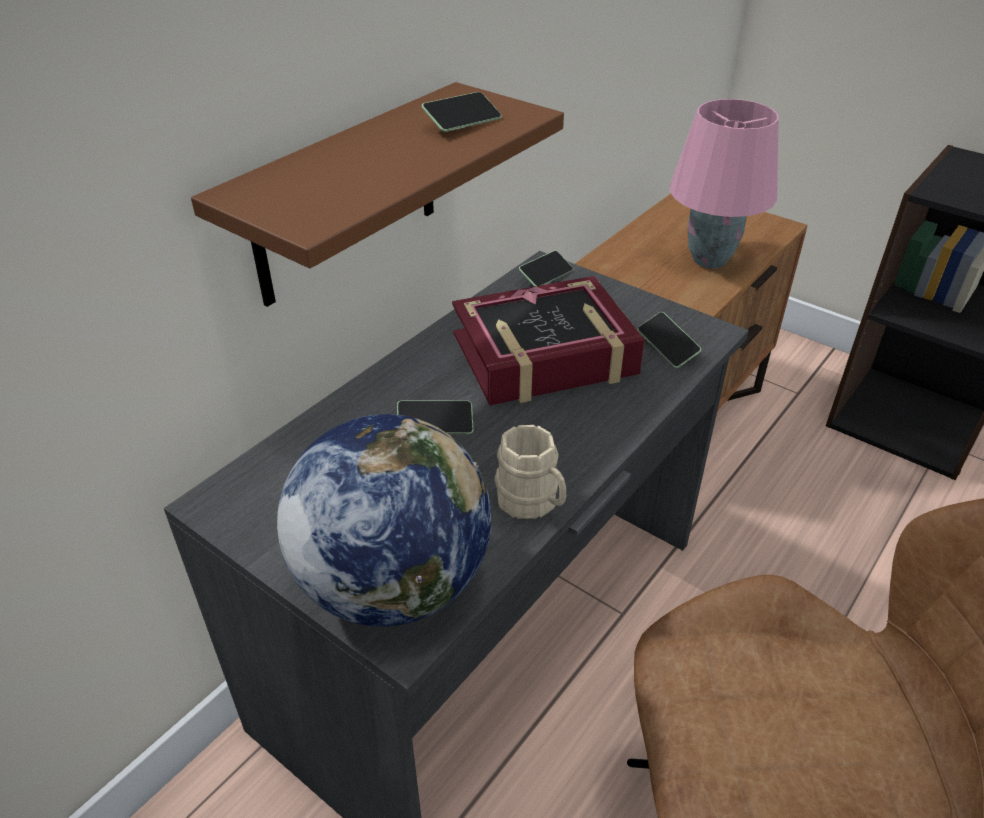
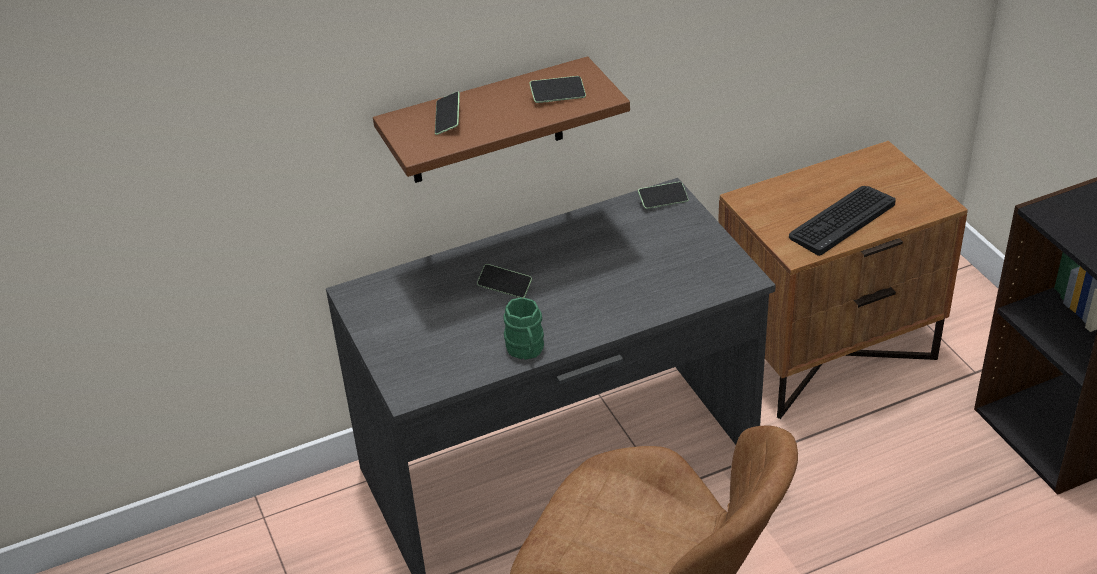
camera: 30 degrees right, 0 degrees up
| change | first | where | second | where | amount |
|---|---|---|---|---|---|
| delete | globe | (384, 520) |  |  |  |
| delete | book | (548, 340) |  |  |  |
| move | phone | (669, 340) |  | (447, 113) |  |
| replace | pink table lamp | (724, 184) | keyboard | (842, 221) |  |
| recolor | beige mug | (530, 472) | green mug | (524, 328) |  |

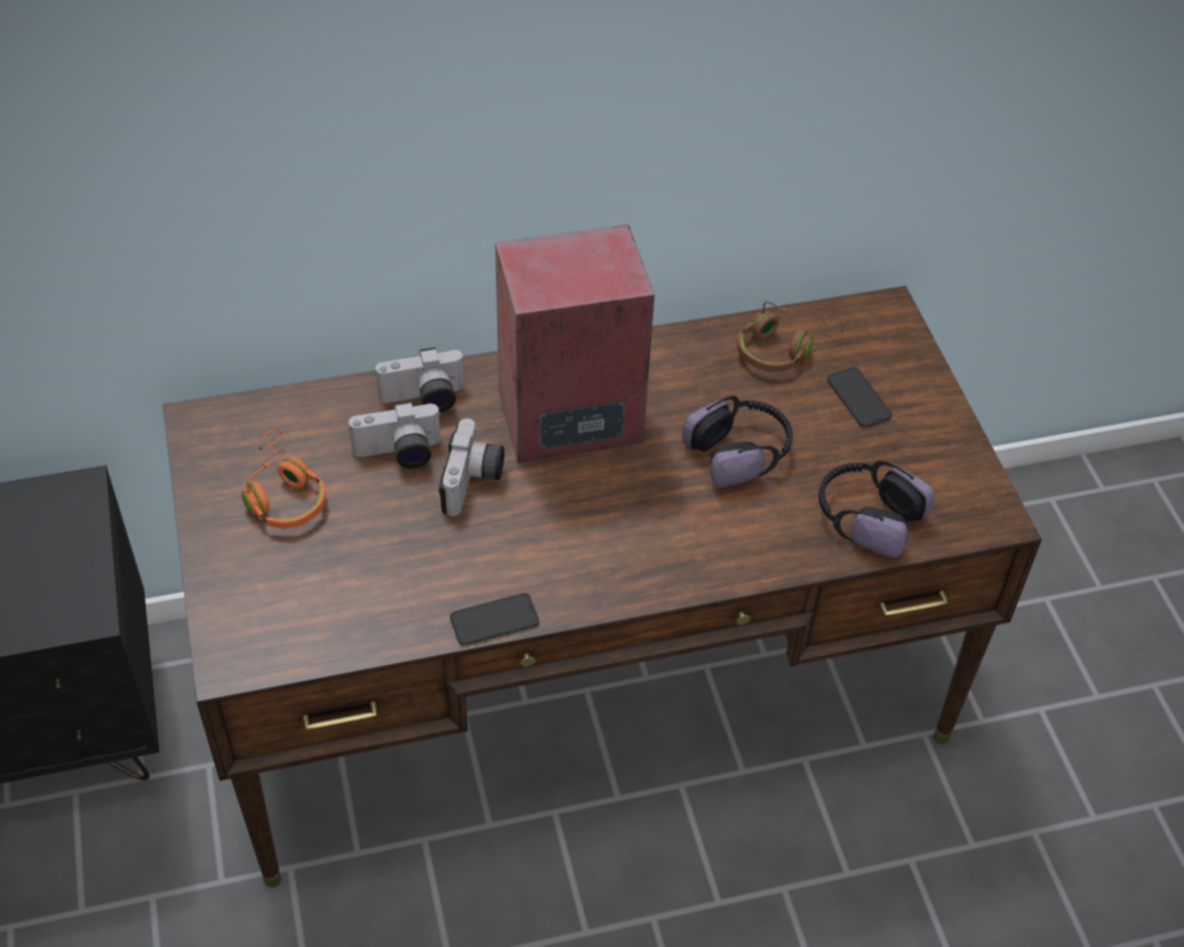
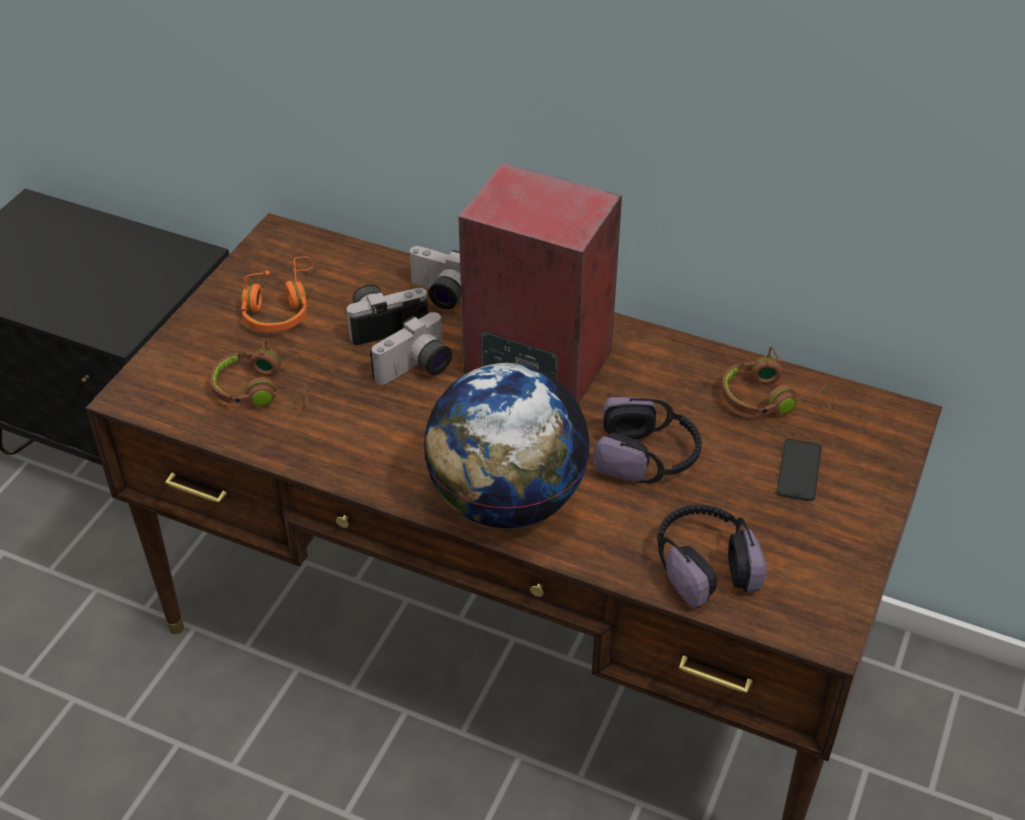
camera: 40 degrees right, 5 degrees down
| change | first | where | second | where | amount |
|---|---|---|---|---|---|
| delete | phone | (494, 619) |  |  |  |
| insert |  |  | brown headphones | (259, 373) |  |
| insert |  |  | globe | (506, 445) |  |
| rotate | photo camera | (394, 434) |  | (386, 314) | 135 degrees clockwise |

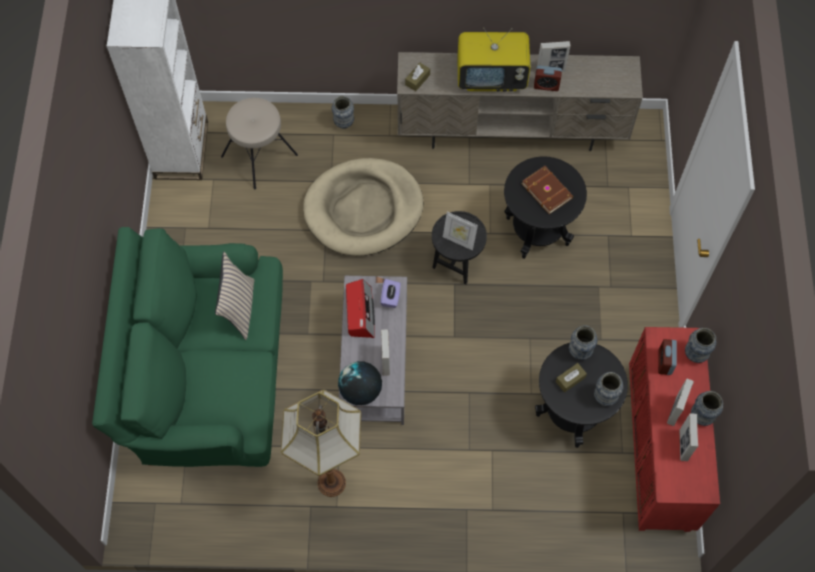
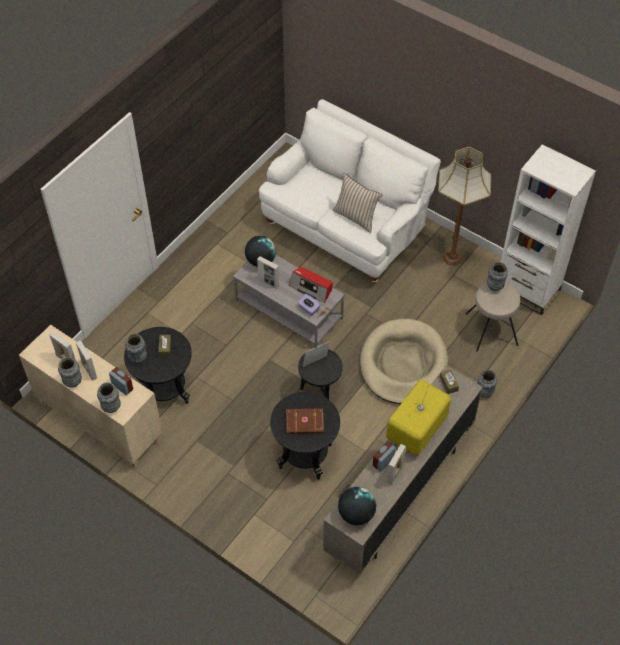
camera: 125 degrees right, 10 degrees down
| change | first | where | second | where | amount |
|---|---|---|---|---|---|
| insert |  |  | globe | (357, 506) |  |
| move | floor lamp | (321, 443) |  | (464, 206) |  |
| move | vase | (583, 343) |  | (497, 276) |  |
| recolor | green sofa | (187, 347) | white sofa | (350, 190) |  |
| recolor | red cabinet | (674, 429) | beige cabinet | (90, 396) |  |

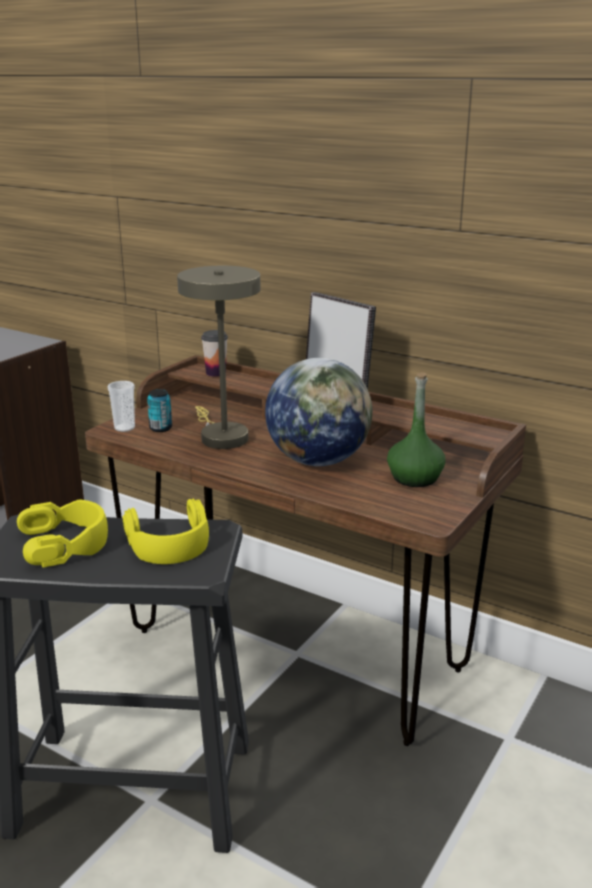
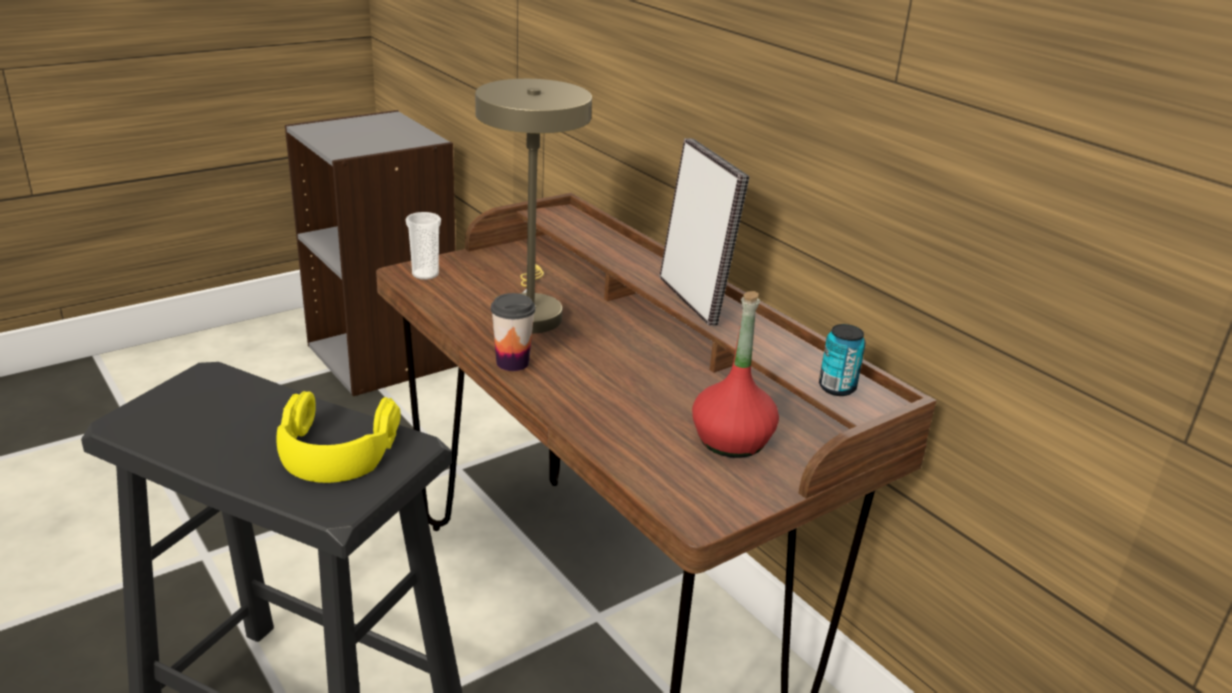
camera: 20 degrees right, 5 degrees up
| change | first | where | second | where | amount |
|---|---|---|---|---|---|
| delete | yellow headphones | (62, 533) |  |  |  |
| delete | globe | (318, 412) |  |  |  |
| move | can | (159, 410) |  | (842, 360) |  |
| move | cup | (214, 353) |  | (513, 332) |  |
| recolor | green bottle | (416, 429) | red bottle | (735, 374) |  |

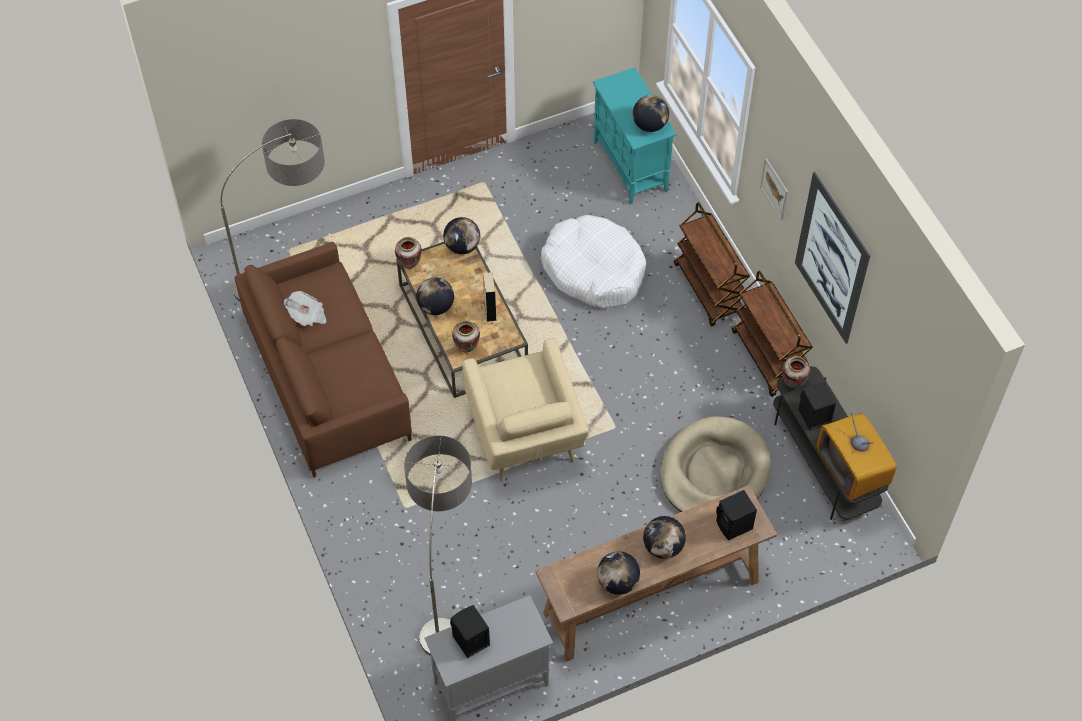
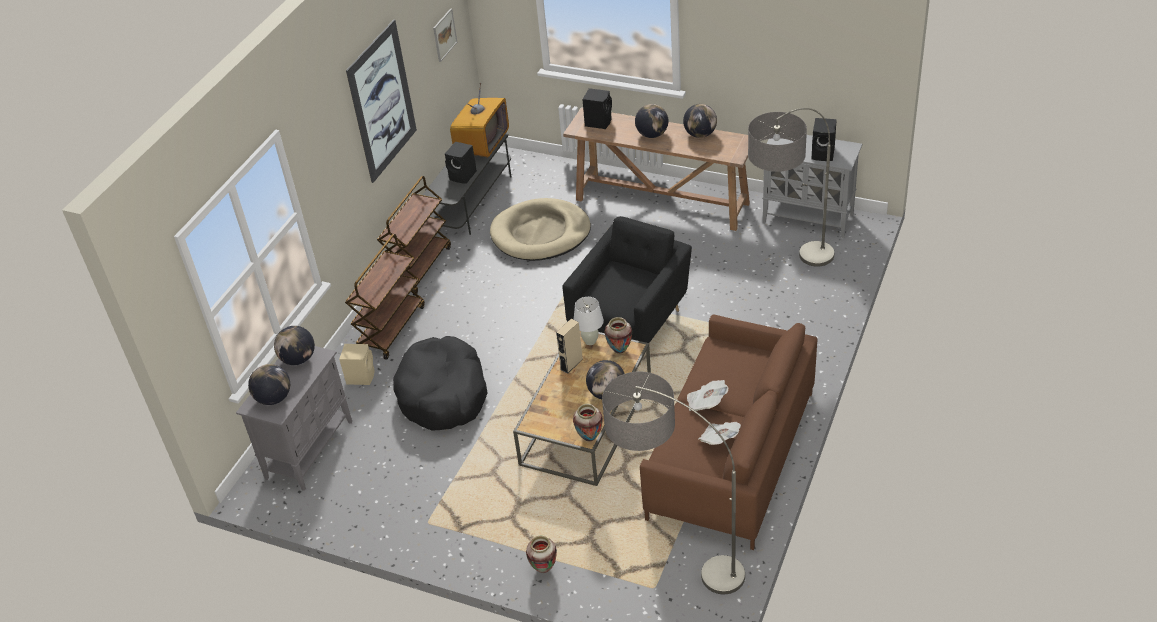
camera: 130 degrees left, 15 degrees down
| change | first | where | second | where | amount |
|---|---|---|---|---|---|
| insert |  |  | beige speaker | (356, 364) |  |
| insert |  |  | white table lamp | (589, 321) |  |
| insert |  |  | newspaper | (707, 395) |  |
| move | globe | (461, 235) |  | (269, 384) |  |
| move | picture | (774, 189) |  | (445, 35) |  |
| move | vase | (796, 372) |  | (541, 554) |  |
| recolor | beige armchair | (525, 409) | black armchair | (627, 290) |  |
| recolor | white dog bed | (593, 261) | black dog bed | (440, 383) |  |
| recolor | turquoise cabinet | (635, 135) | grey cabinet | (294, 418) |  |

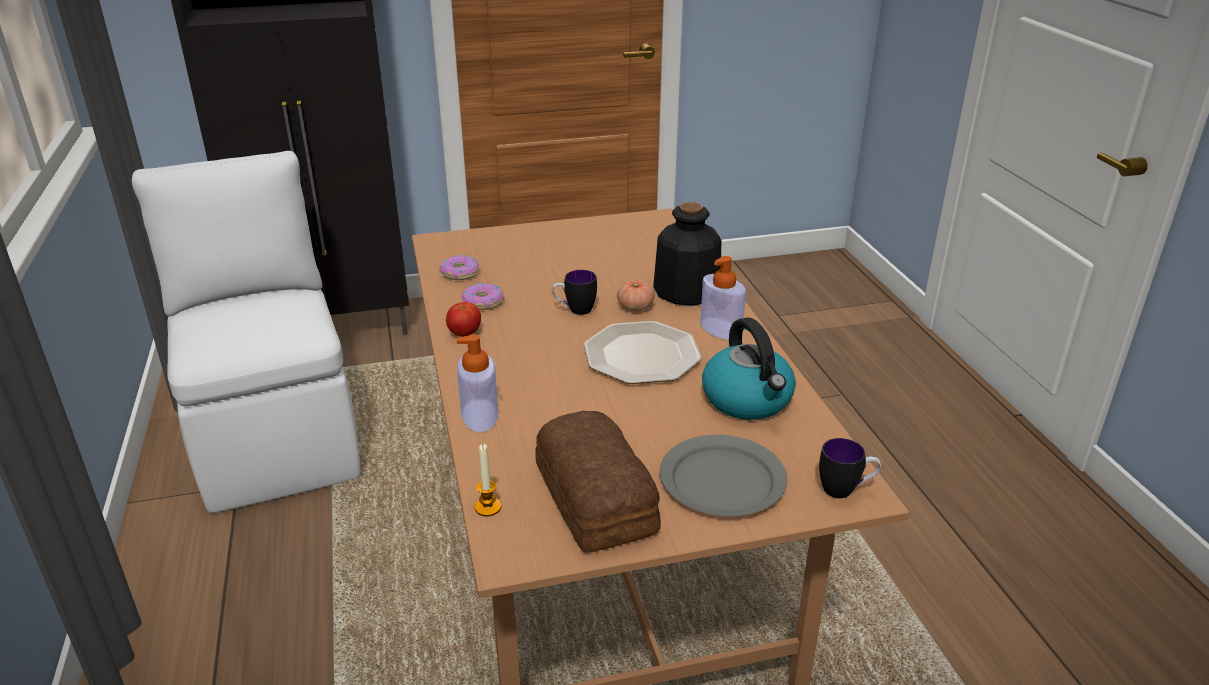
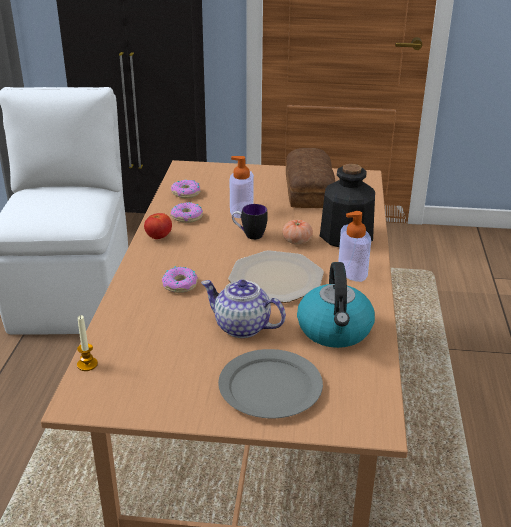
camera: 20 degrees right, 0 degrees up
| change | first | where | second | where | amount |
|---|---|---|---|---|---|
| delete | mug | (850, 468) |  |  |  |
| insert |  |  | donut | (180, 279) |  |
| insert |  |  | teapot | (243, 308) |  |
| move | soap dispenser | (477, 383) |  | (242, 187) |  |
| move | bread | (598, 482) |  | (310, 178) |  |

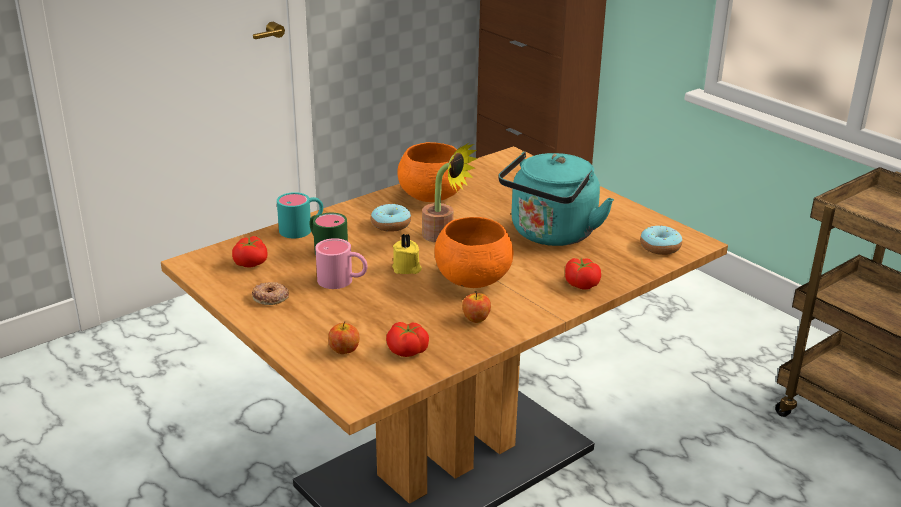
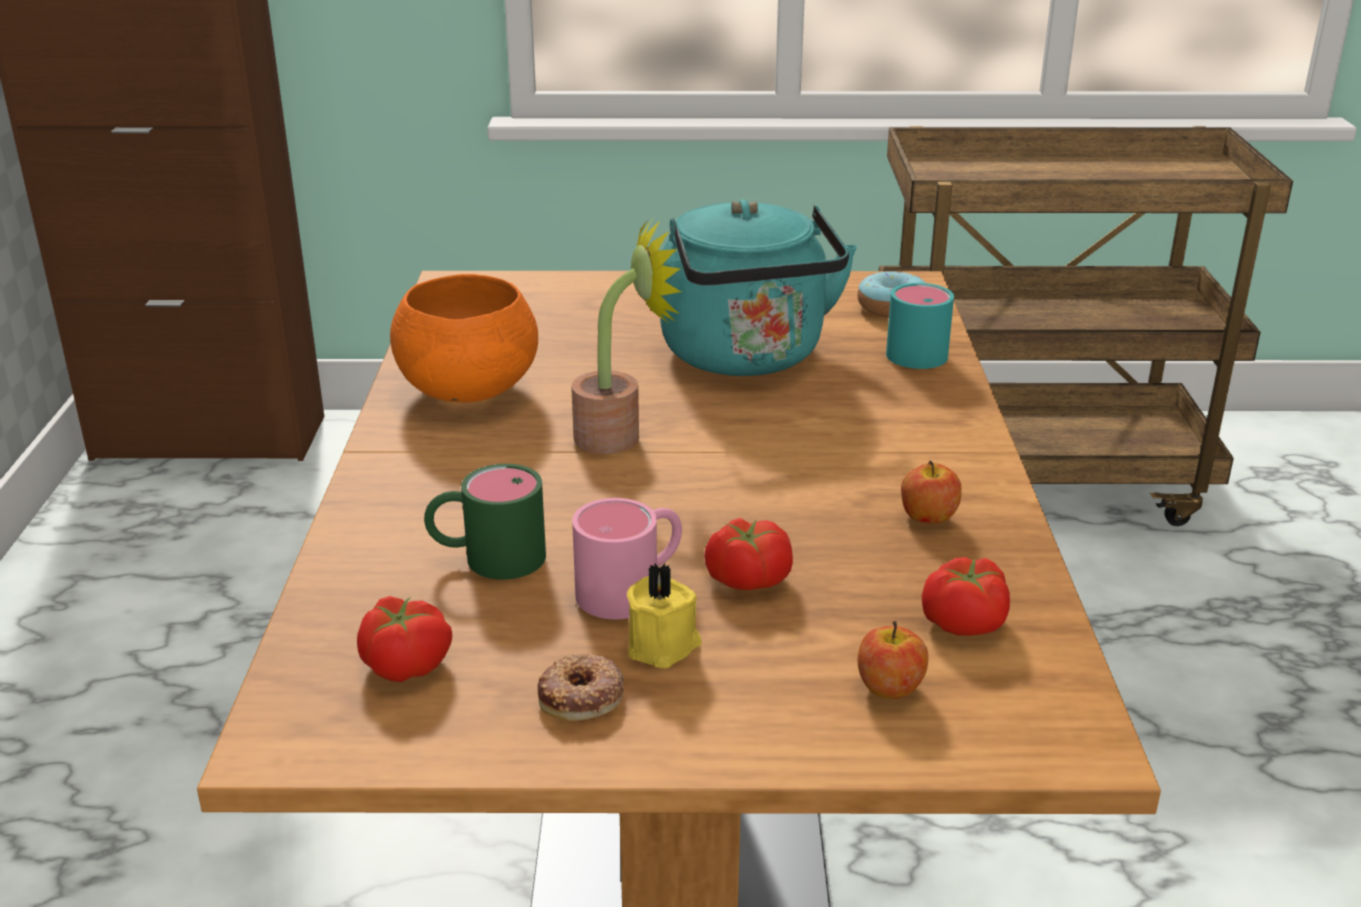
camera: 50 degrees left, 0 degrees up
| change | first | where | second | where | amount |
|---|---|---|---|---|---|
| delete | donut | (391, 218) |  |  |  |
| delete | orange bowl | (473, 252) |  |  |  |
| move | turquoise mug | (300, 215) |  | (920, 326) |  |
| move | yellow candle | (407, 254) |  | (664, 615) |  |
| move | tomato | (583, 274) |  | (748, 554) |  |

